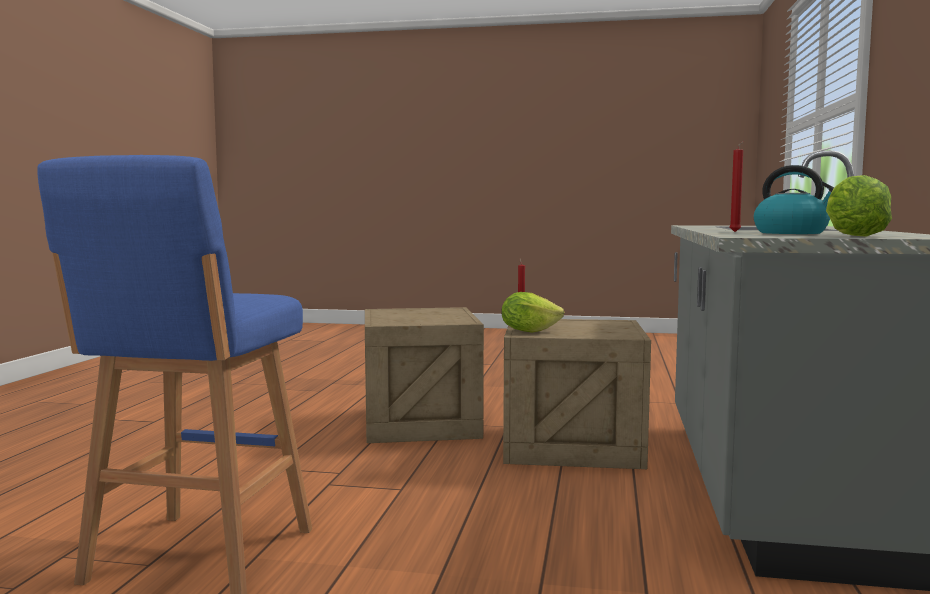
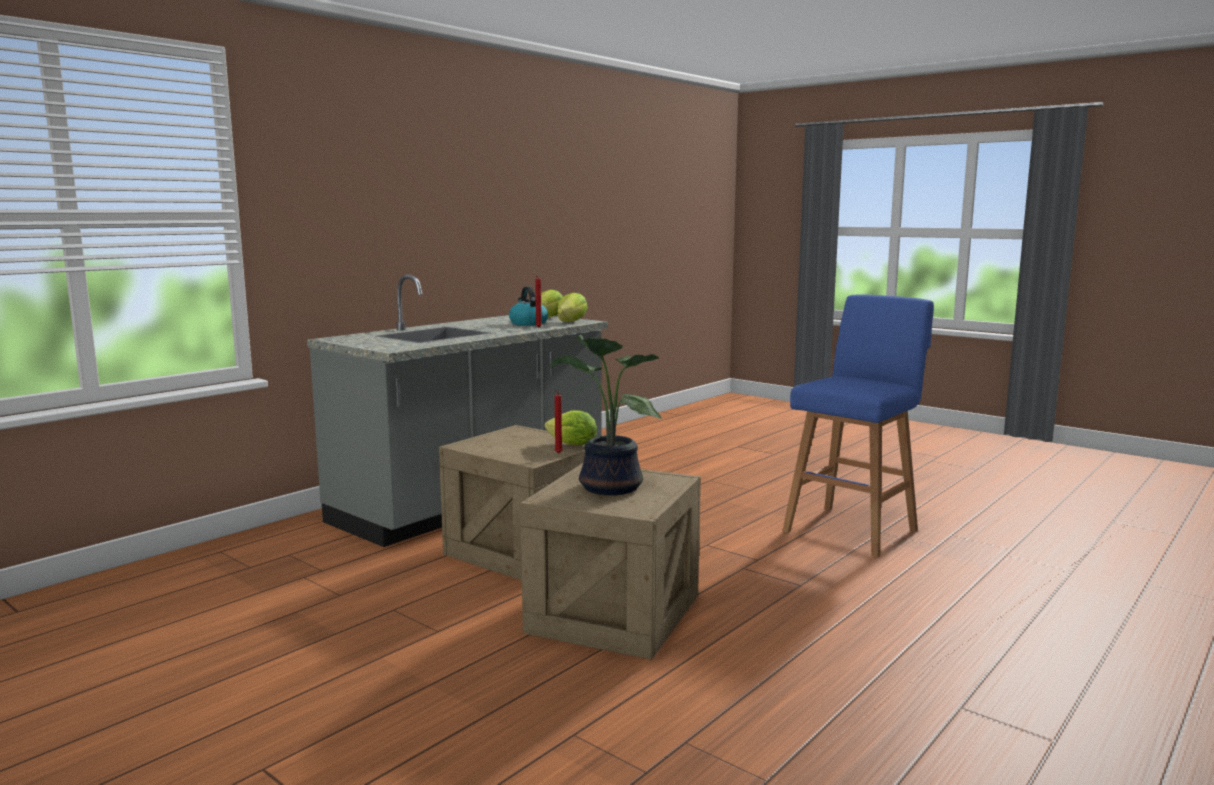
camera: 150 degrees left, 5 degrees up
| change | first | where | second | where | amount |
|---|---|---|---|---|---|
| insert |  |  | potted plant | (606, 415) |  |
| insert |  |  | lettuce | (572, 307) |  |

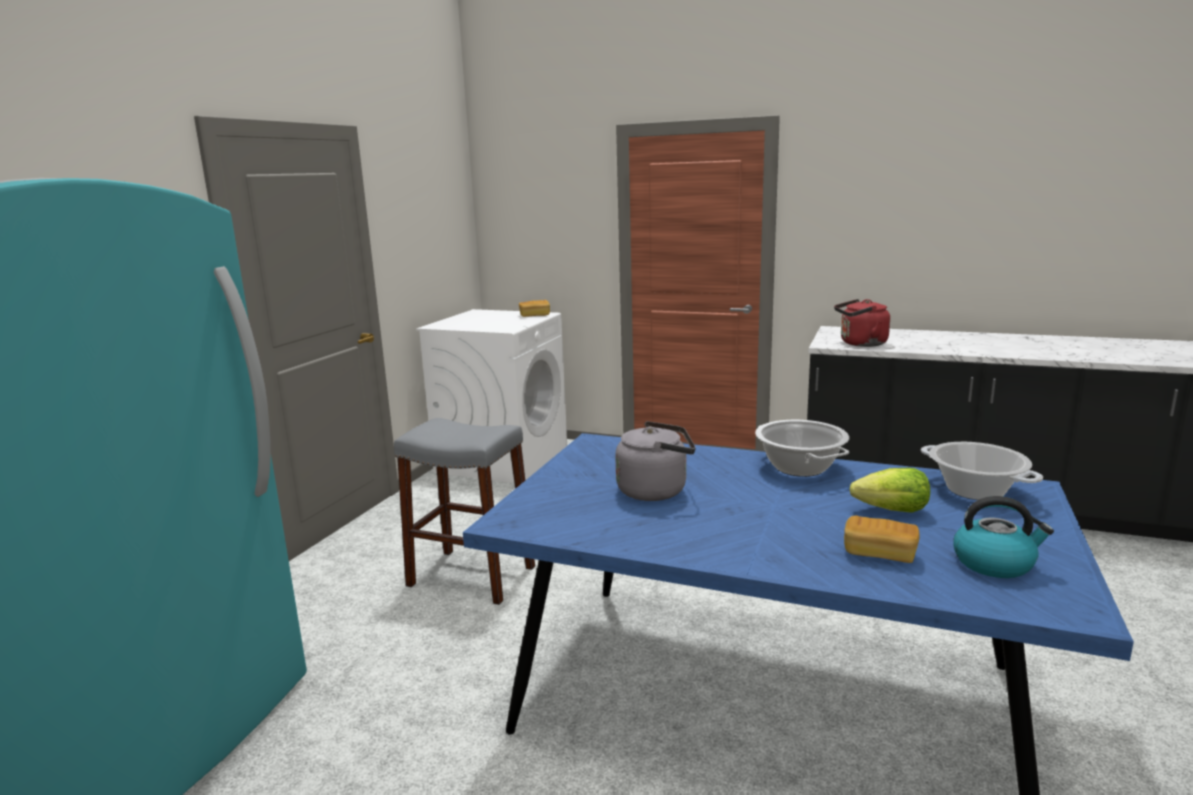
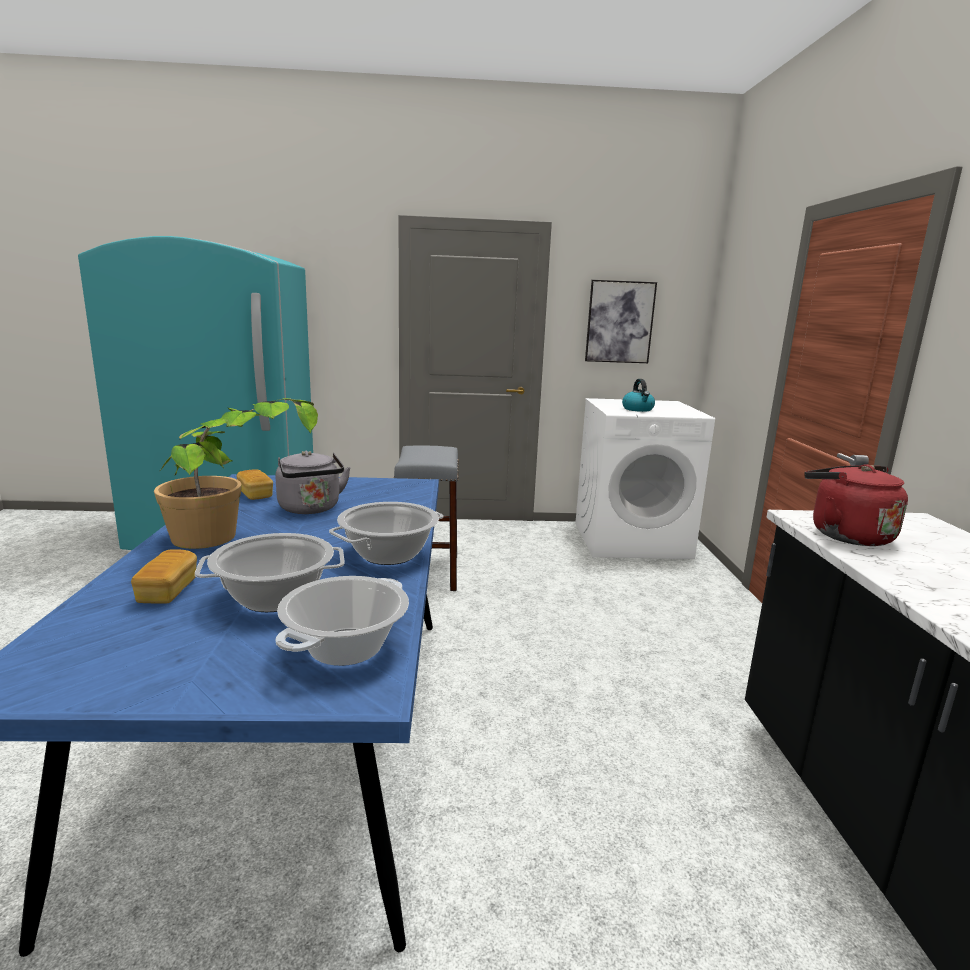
camera: 65 degrees right, 0 degrees up
| change | first | where | second | where | amount |
|---|---|---|---|---|---|
| insert |  |  | potted plant | (236, 473) |  |
| insert |  |  | picture | (621, 321) |  |
| move | bread | (534, 308) |  | (255, 484) |  |
| move | kettle | (1004, 537) |  | (638, 395) |  |
| replace | lettuce | (890, 490) | cooking pot | (270, 572) |  |

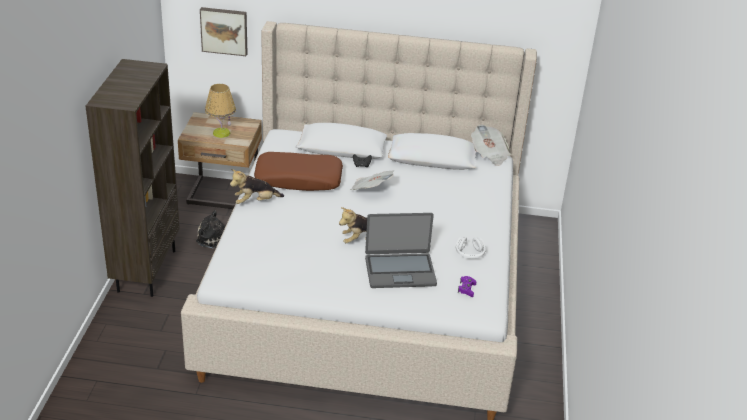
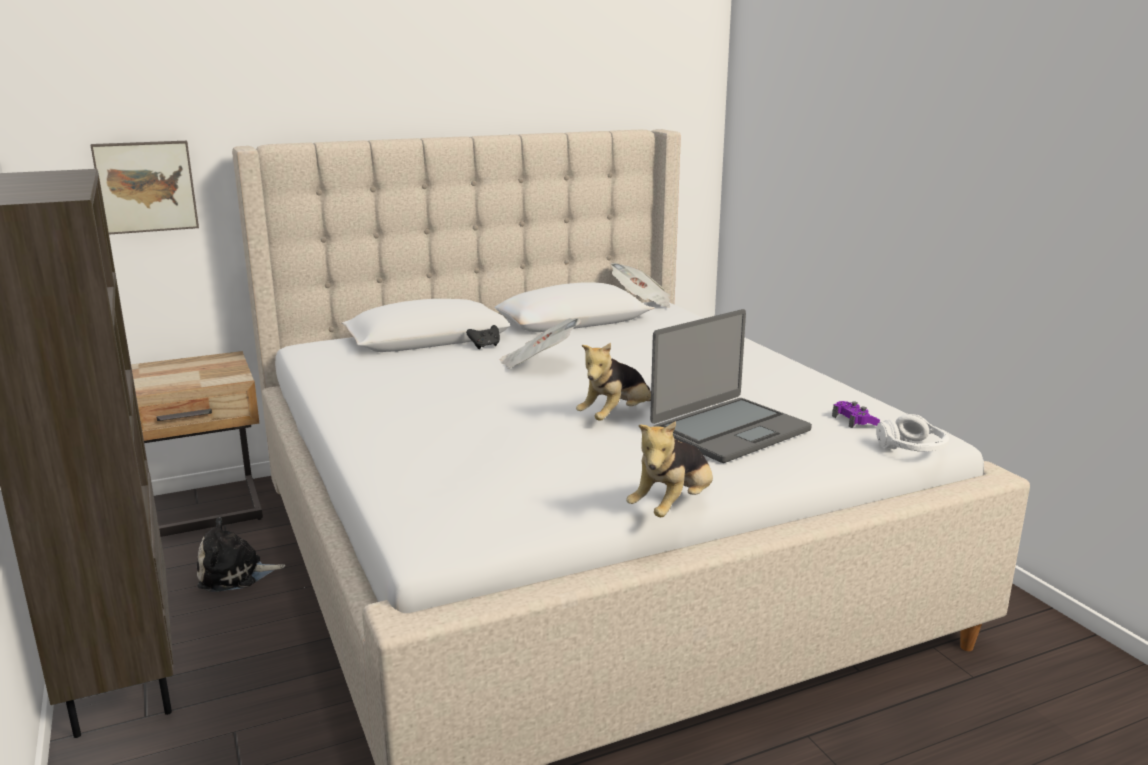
camera: 30 degrees left, 15 degrees down
| change | first | where | second | where | amount |
|---|---|---|---|---|---|
| delete | table lamp | (220, 111) |  |  |  |
| delete | brown pillow | (298, 171) |  |  |  |
| move | plush toy | (257, 186) |  | (669, 469) |  |
| move | white headphones | (470, 248) |  | (912, 433) |  |

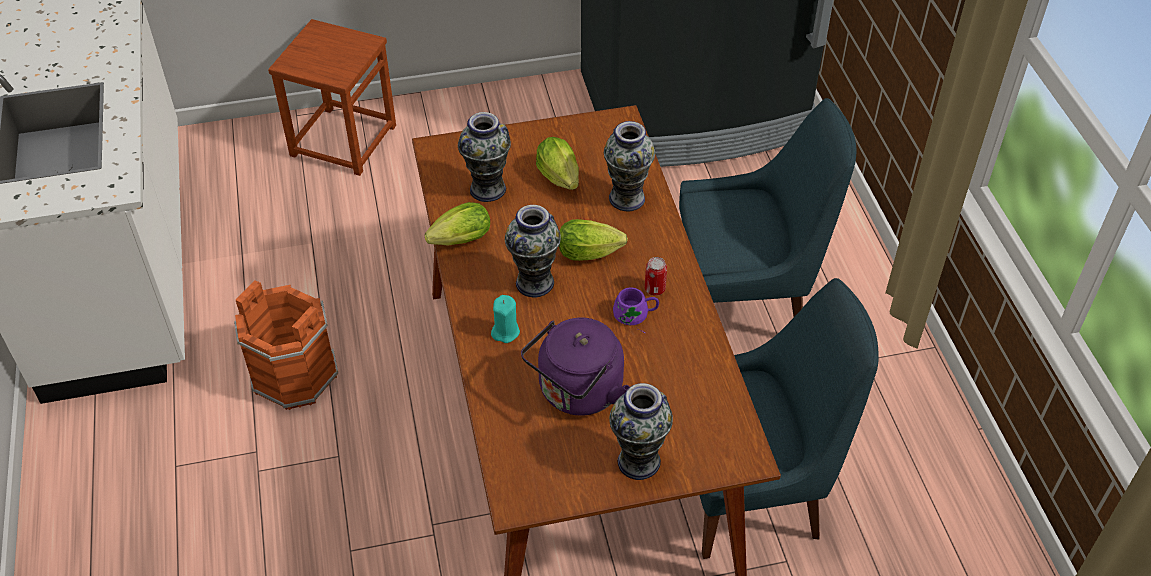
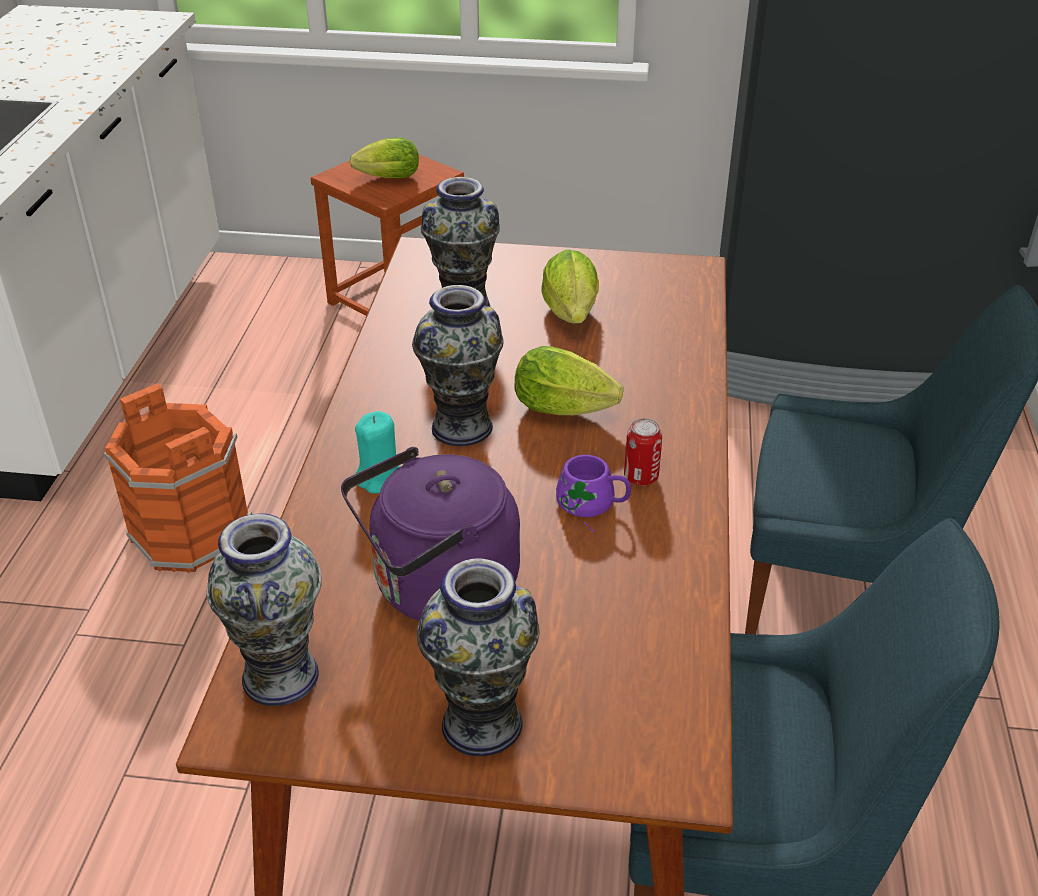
camera: 20 degrees right, 10 degrees down
| change | first | where | second | where | amount |
|---|---|---|---|---|---|
| move | lettuce | (457, 223) |  | (384, 157) |  |
| move | vase | (629, 166) |  | (264, 609) |  |

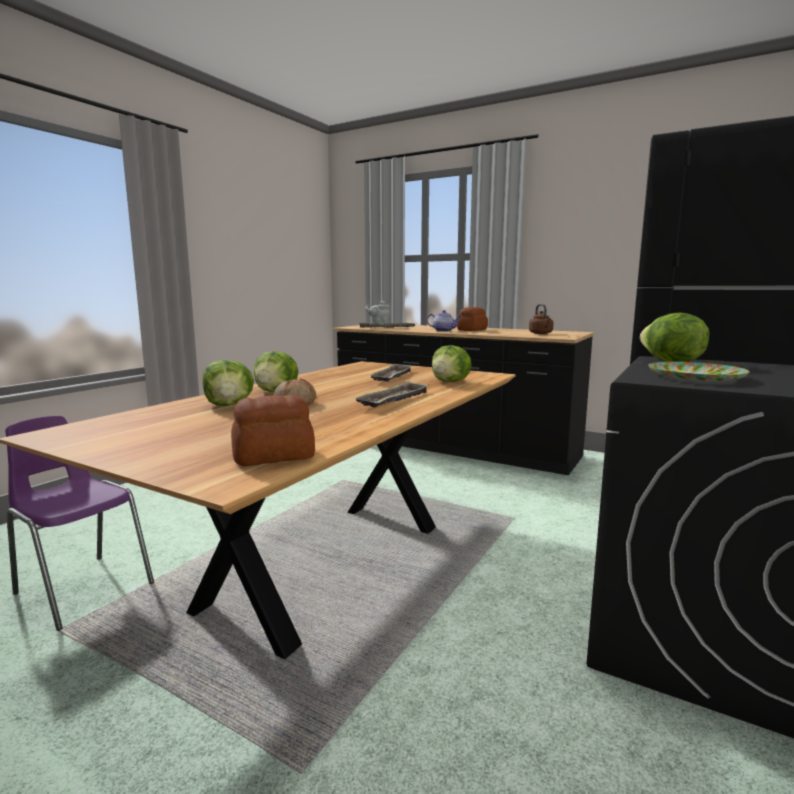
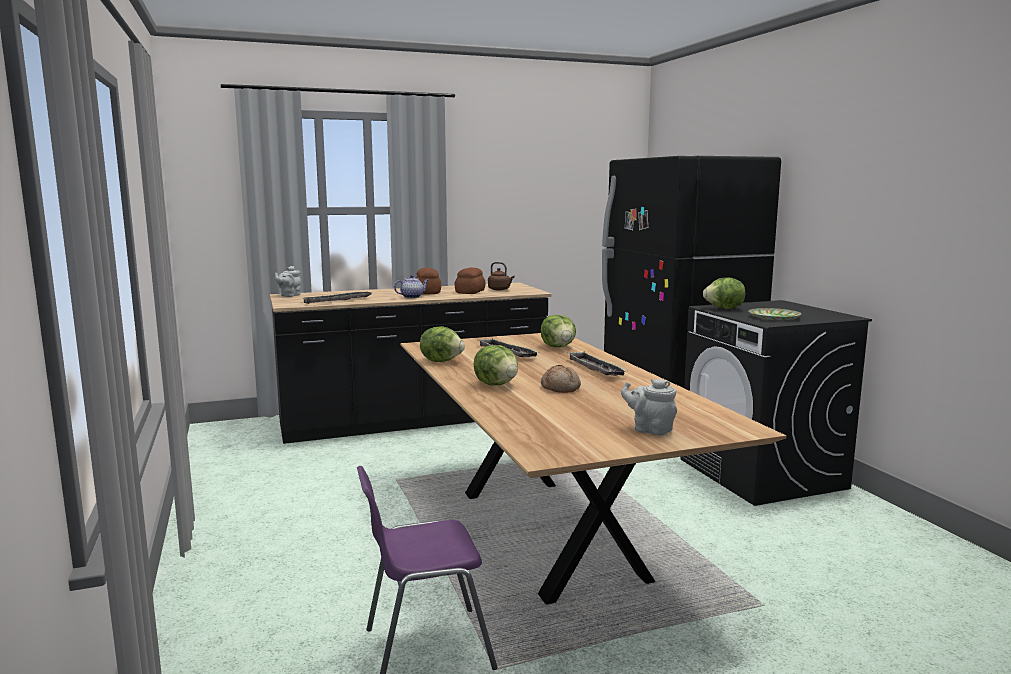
camera: 50 degrees left, 0 degrees up
| change | first | where | second | where | amount |
|---|---|---|---|---|---|
| insert |  |  | grey teapot | (649, 407) |  |
| move | lettuce | (228, 383) |  | (442, 344) |  |
| move | bread | (273, 430) |  | (470, 281) |  |

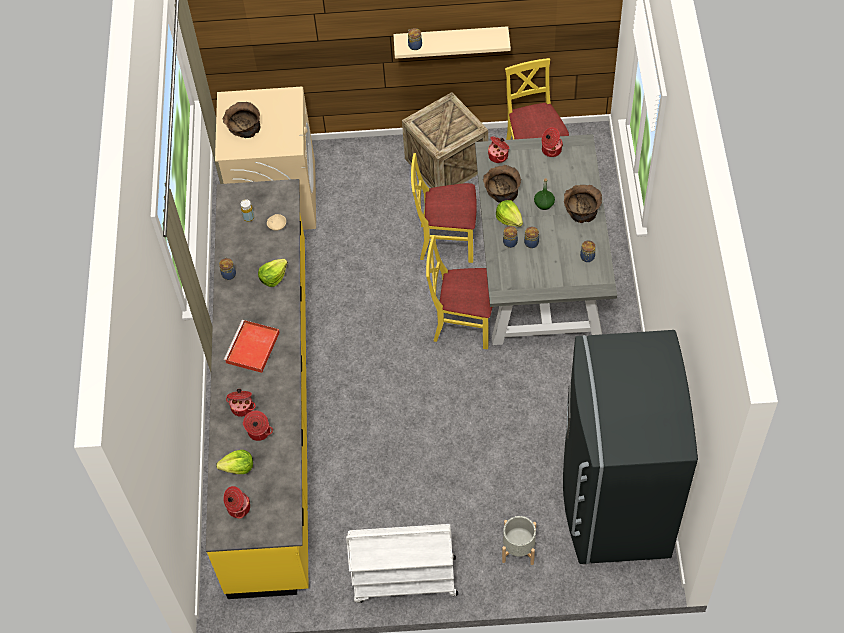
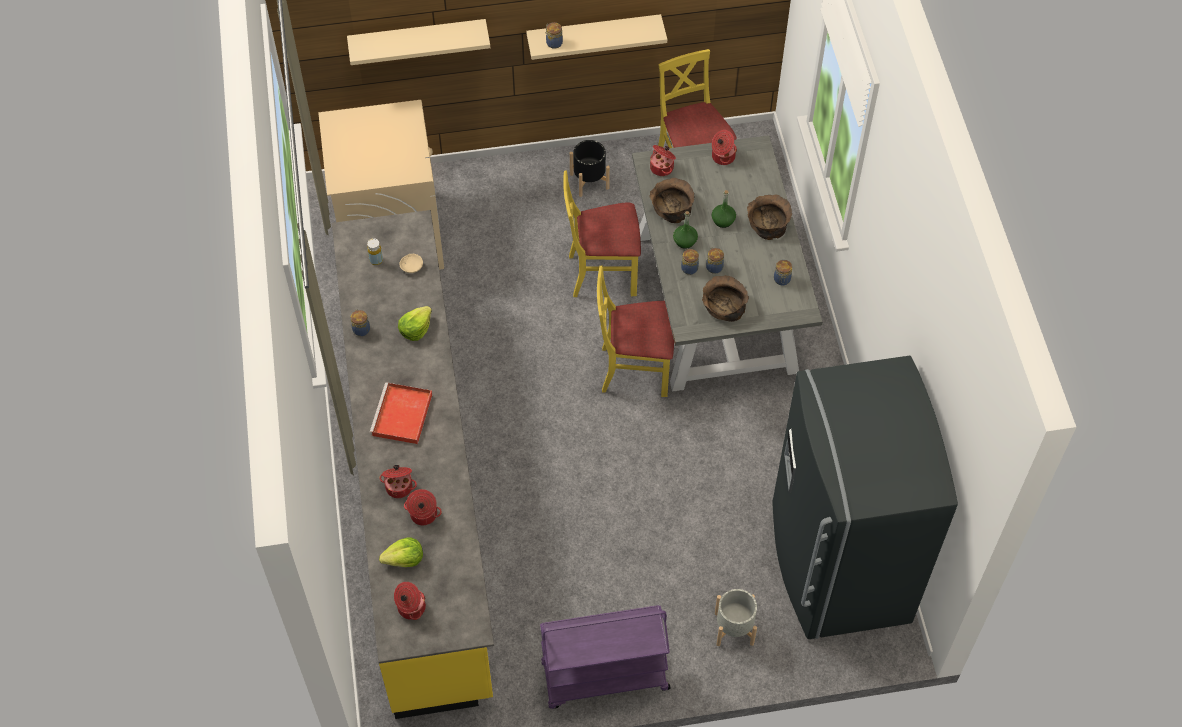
camera: 10 degrees left, 0 degrees up
| change | first | where | second | where | amount |
|---|---|---|---|---|---|
| insert |  |  | beige shelf | (418, 42) |  |
| move | brown bowl | (241, 120) |  | (725, 298) |  |
| replace | crate | (445, 140) | black planter | (590, 168) |  |
| replace | lettuce | (509, 213) | green bottle | (685, 230) |  |
| recolor | white cart | (402, 563) | purple cart | (605, 657) |  |

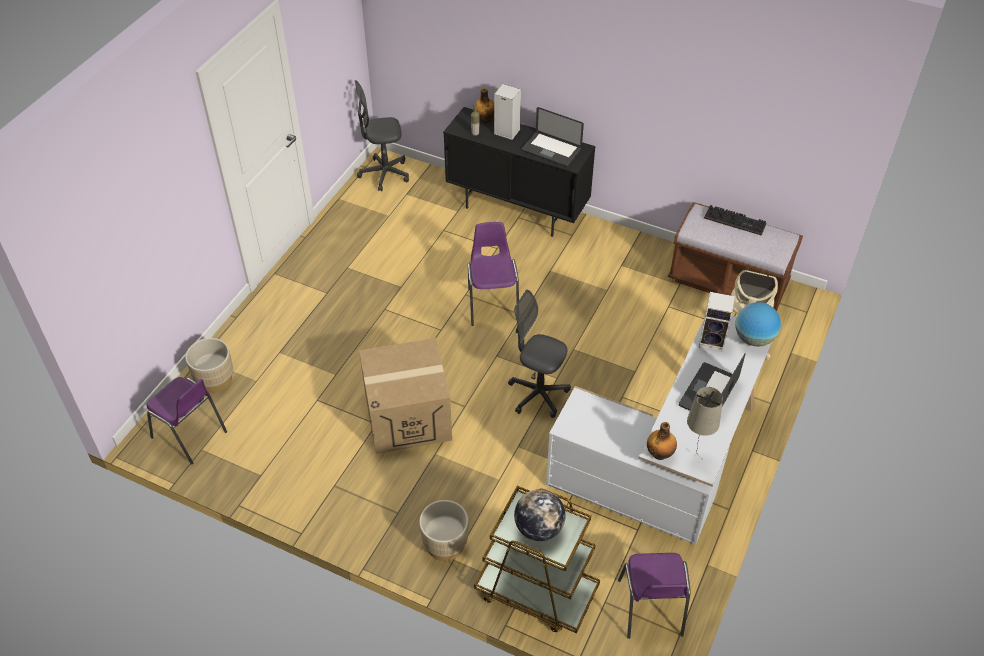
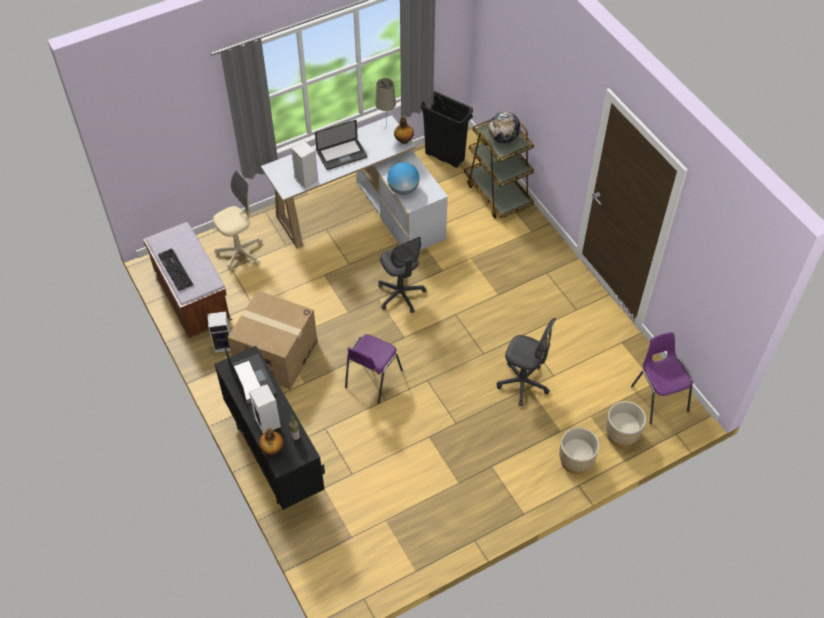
camera: 145 degrees left, 5 degrees up
| change | first | where | second | where | amount |
|---|---|---|---|---|---|
| insert |  |  | speaker | (219, 332) |  |
| move | grey office chair | (382, 135) |  | (526, 362) |  |
| move | cardboard box | (405, 396) |  | (272, 339) |  |
| move | beige planter | (443, 530) |  | (579, 450) |  |
| move | globe | (758, 324) |  | (403, 178) |  |
| replace | purple chair | (654, 596) | black trash can | (447, 129) |  |

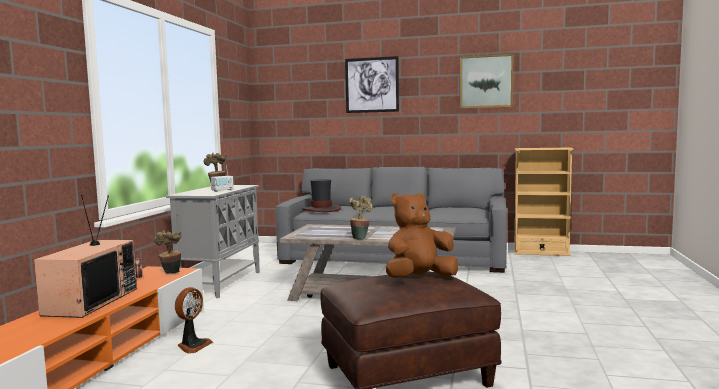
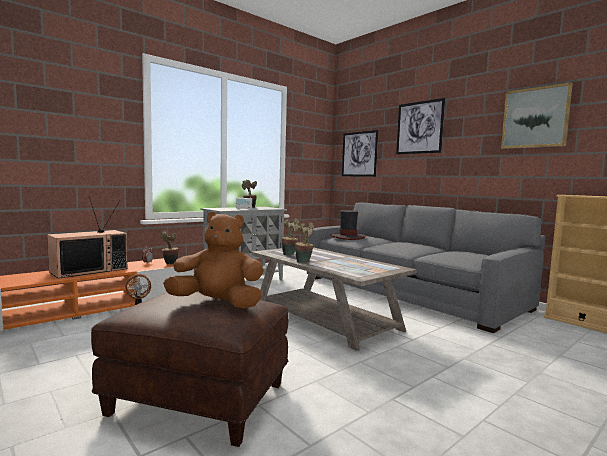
camera: 35 degrees right, 0 degrees up
| change | first | where | second | where | amount |
|---|---|---|---|---|---|
| insert |  |  | potted plant | (290, 237) |  |
| insert |  |  | picture | (360, 153) |  |

